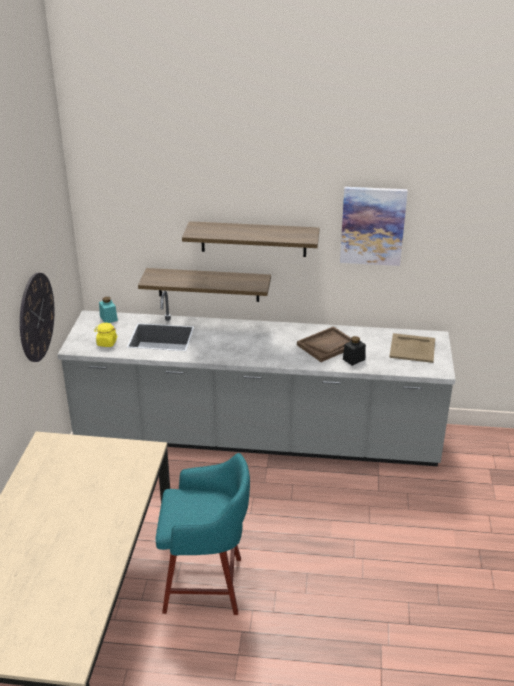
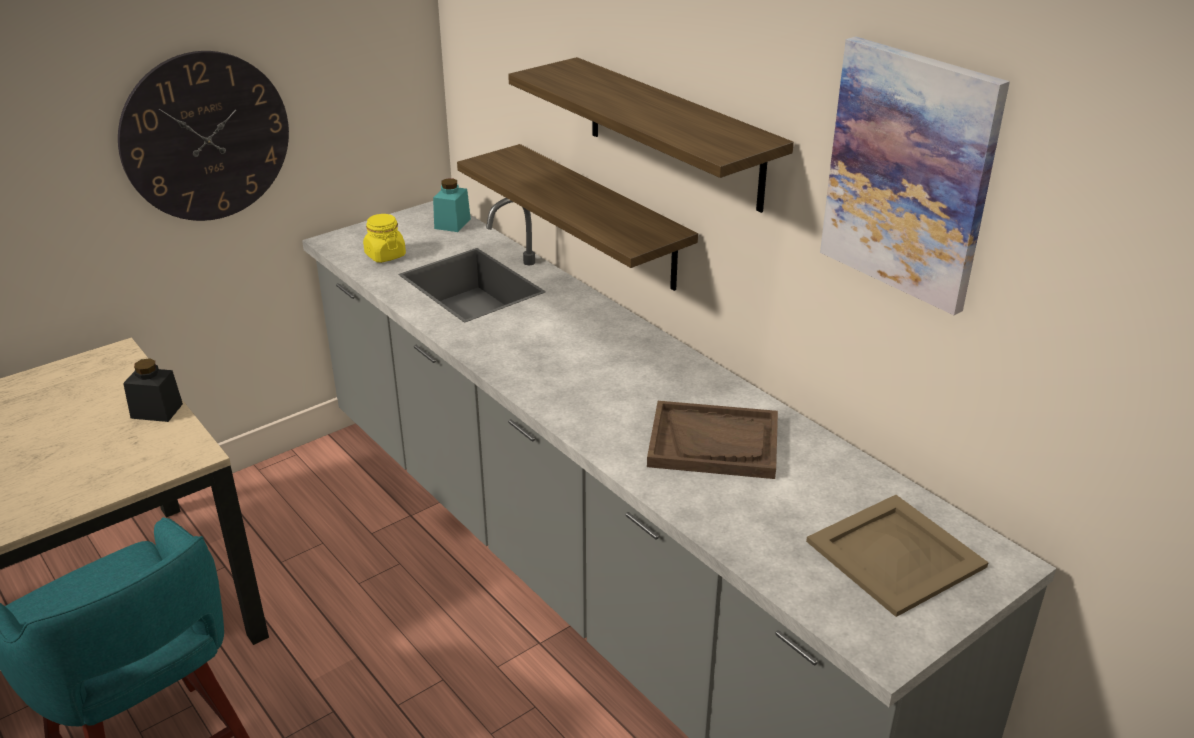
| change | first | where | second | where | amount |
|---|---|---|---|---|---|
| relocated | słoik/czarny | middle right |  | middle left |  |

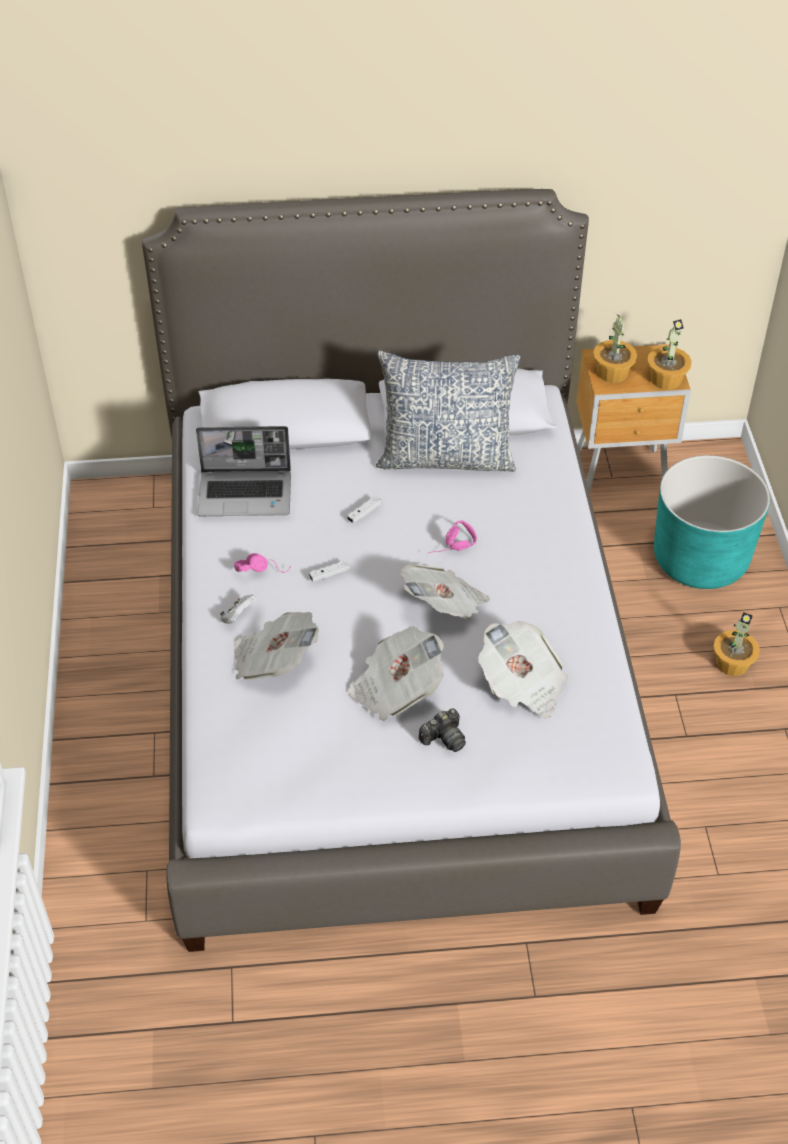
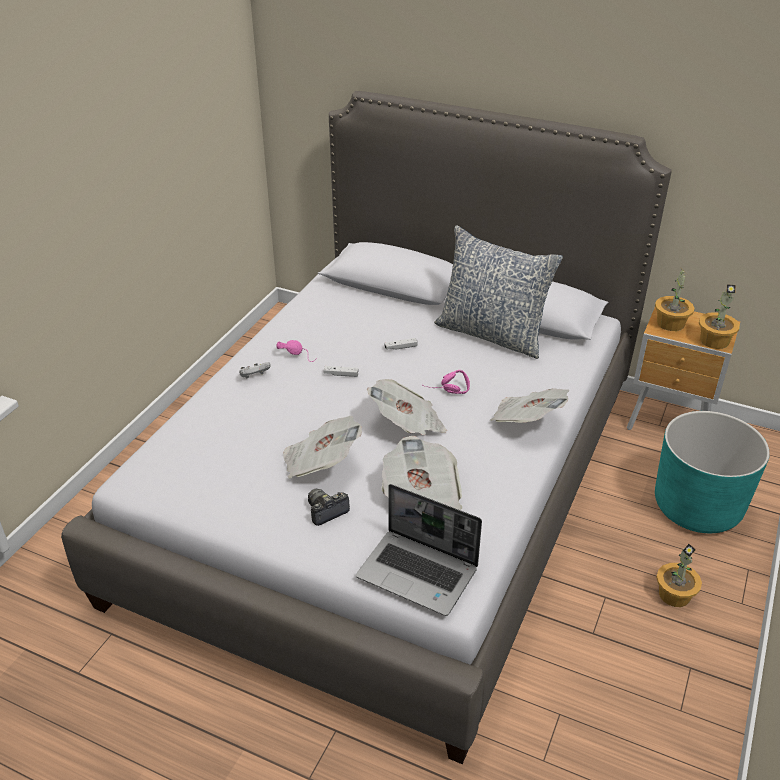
| change | first | where | second | where | amount |
|---|---|---|---|---|---|
| relocated | laptop | middle left |  | bottom centre |  |
| relocated | gazeta (no. 1 from left in the first image) | centre | gazeta (no. 4 from left) | middle right |  |
| spun | aparat fotograficzny | centre |  | centre | 150 degrees clockwise |

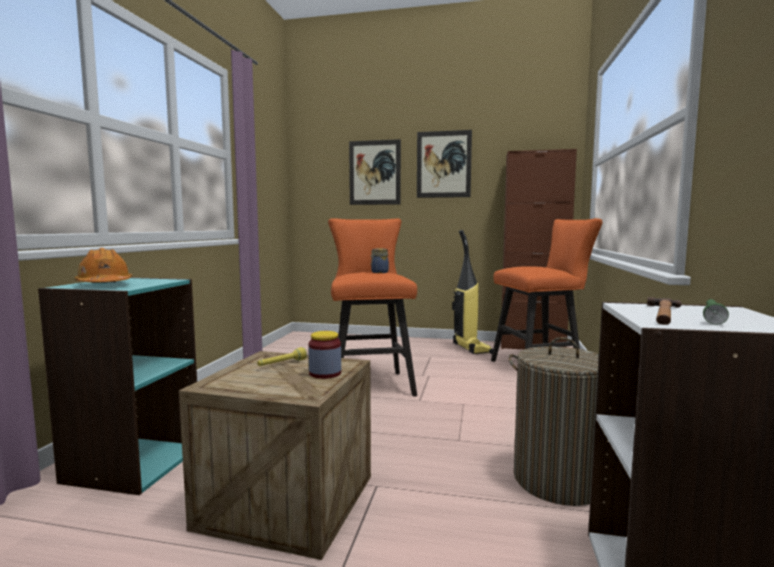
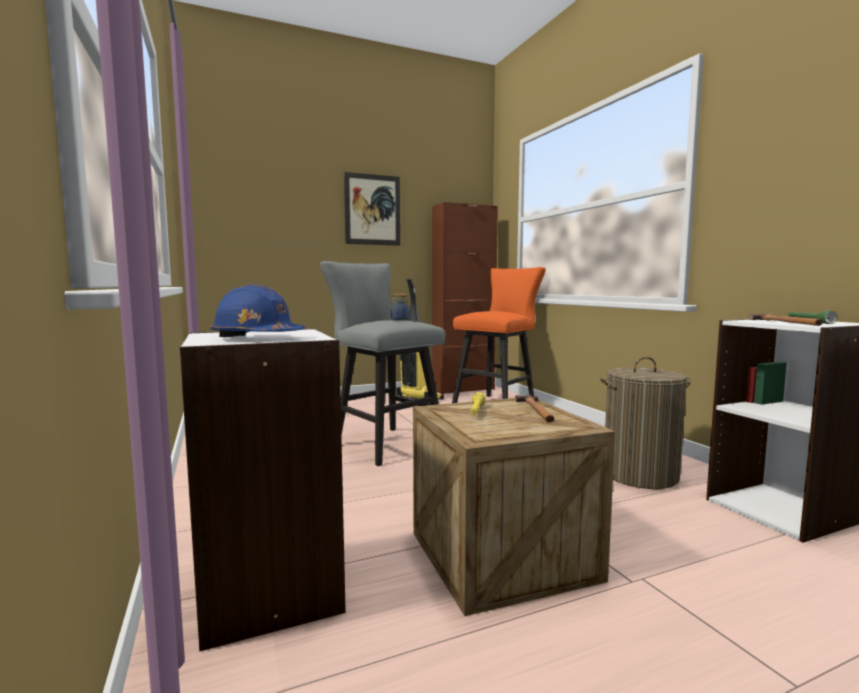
| change | first | where | second | where | amount |
|---|---|---|---|---|---|
| missing | obraz (no. 1 from left) | top centre |  |  |  |
| exchanged | słoik (no. 1 from left) | centre | młotek (no. 1 from left) | centre |  |
| colour | regał/turkusowy | bottom left | regał/biały (no. 1 from left) | bottom left |  |
| colour | kask/pomarańczowy | middle left | kask/niebieski | middle left |  |
| colour | stołek/pomarańczowy (no. 1 from left) | centre | stołek/szary | centre |  |

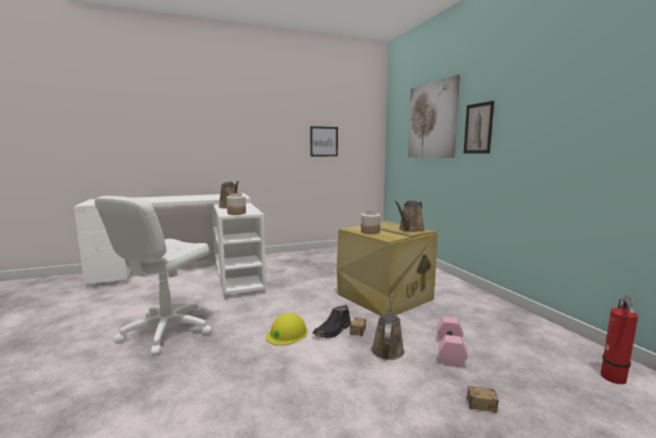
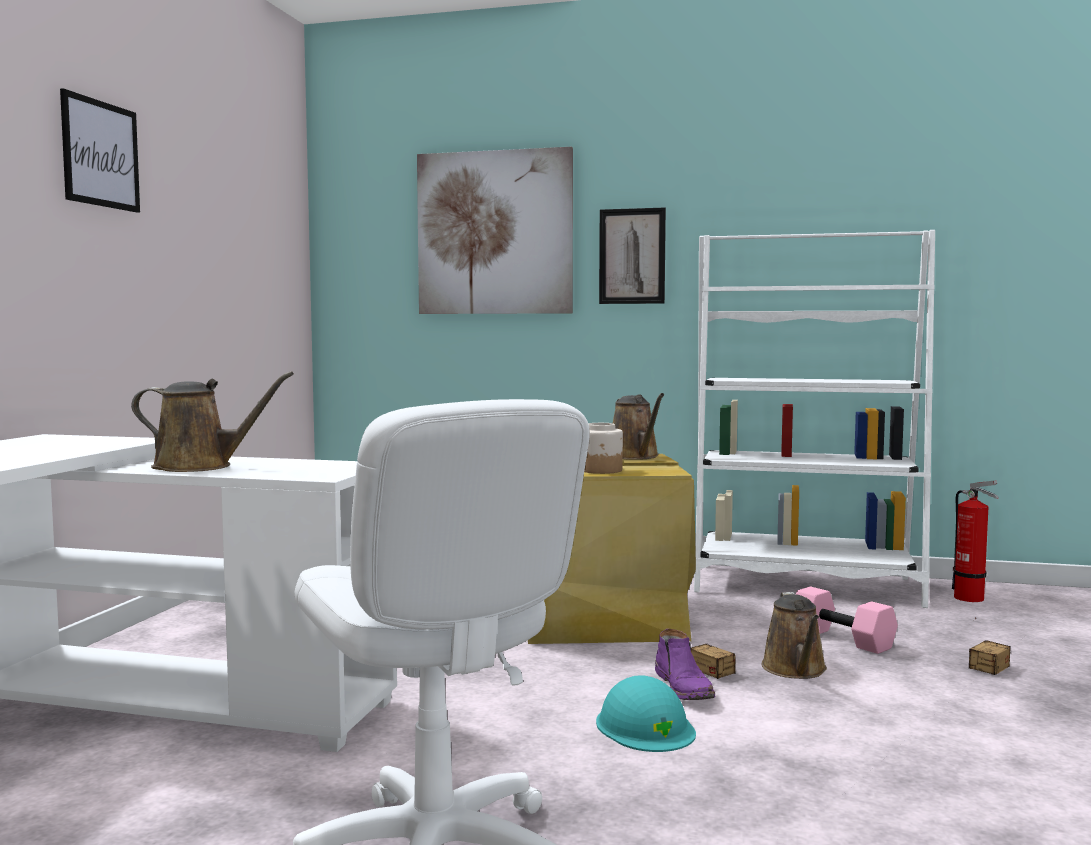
| change | first | where | second | where | amount |
|---|---|---|---|---|---|
| missing | słoik (no. 1 from left) | centre |  |  |  |
| appeared |  |  | regał/biały | middle right |  |
| relocated | obraz (no. 1 from left) | top centre |  | top left |  |
| colour | kask/żółty | bottom centre | kask/turkusowy | bottom centre |  |
| colour | but z cholewką/czarny | bottom centre | but z cholewką/fioletowy | bottom centre |  |
| spun | konewka/brązowy (no. 2 from left in the first image) | bottom centre | konewka/brązowy (no. 3 from left) | bottom right | 135 degrees counterclockwise |

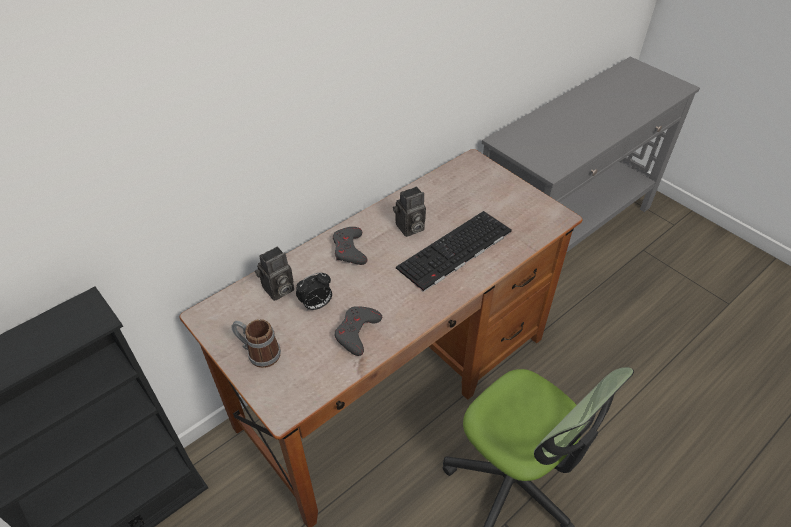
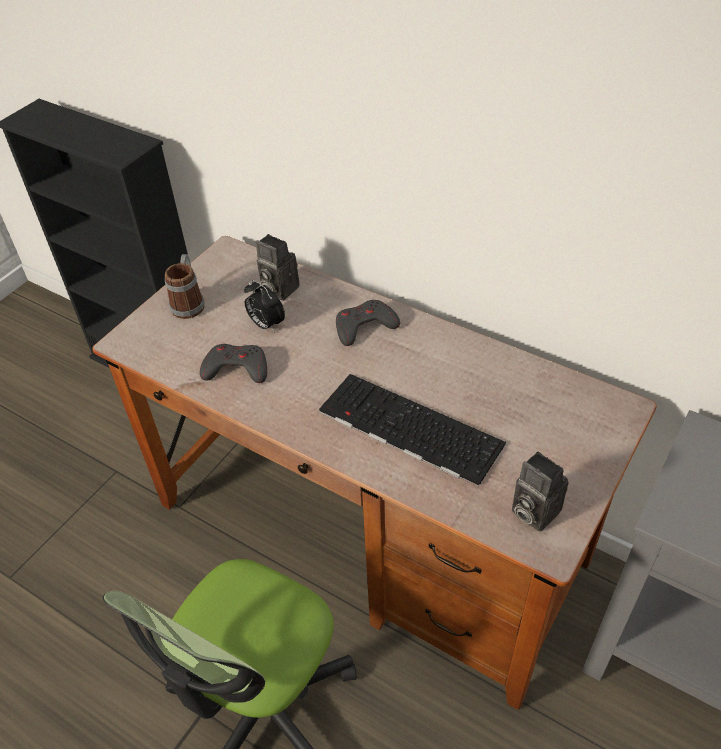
| change | first | where | second | where | amount |
|---|---|---|---|---|---|
| relocated | aparat fotograficzny (no. 2 from left) | centre |  | middle right |  |

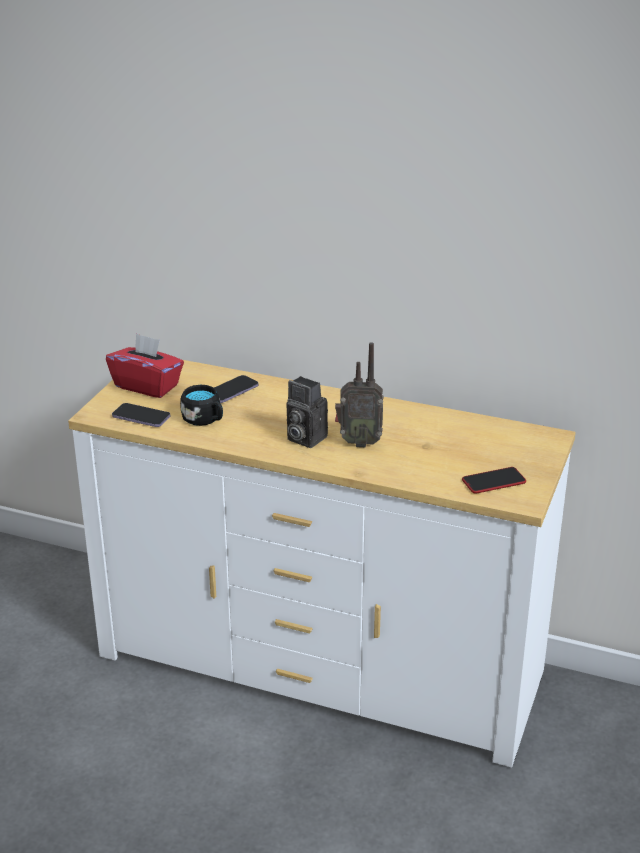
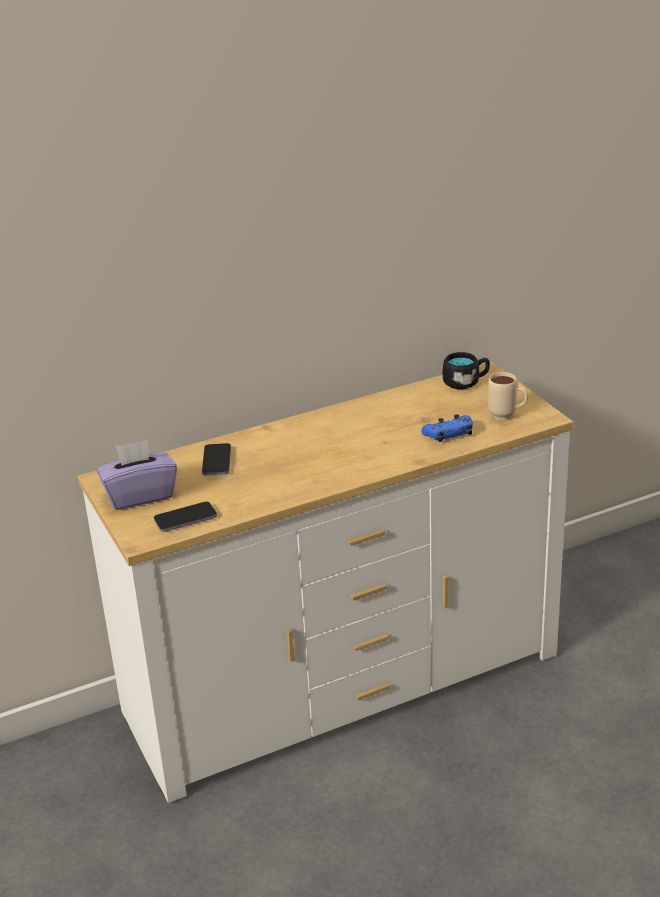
| change | first | where | second | where | amount |
|---|---|---|---|---|---|
| missing | aparat fotograficzny | centre |  |  |  |
| missing | radio | centre |  |  |  |
| appeared |  |  | pad do gier/niebieski | middle right |  |
| relocated | kubek/czarny | middle left |  | middle right |  |
| exchanged | telefon (no. 3 from left) | middle right | kubek/beżowy | middle right |  |
| colour | pudełko chusteczek/czerwony | middle left | pudełko chusteczek/fioletowy | middle left |  |

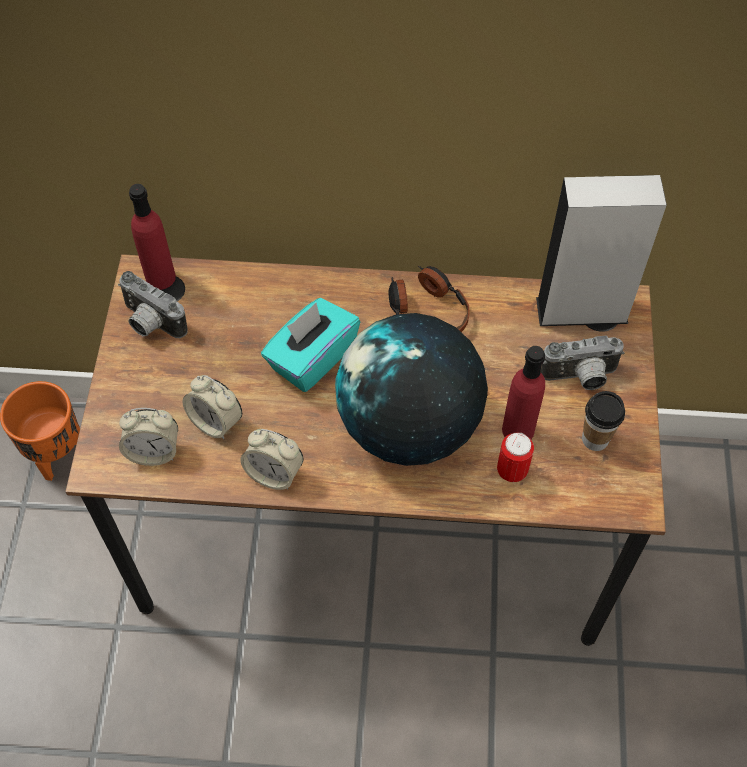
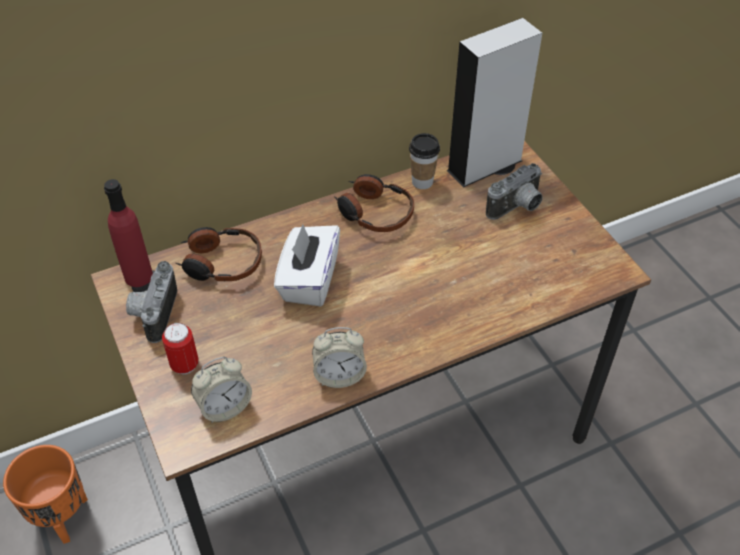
| change | first | where | second | where | amount |
|---|---|---|---|---|---|
| missing | budzik (no. 2 from left) | middle left |  |  |  |
| missing | globus | centre |  |  |  |
| missing | butelka/czerwony (no. 2 from left) | middle right |  |  |  |
| appeared |  |  | słuchawki (no. 1 from left) | middle left |  |
| relocated | puszka | middle right |  | middle left |  |
| relocated | filiżanka | middle right |  | top centre |  |
| colour | pudełko chusteczek/turkusowy | centre | pudełko chusteczek/biały | centre |  |
| spun | aparat fotograficzny (no. 1 from left) | middle left |  | middle left | 90 degrees clockwise |

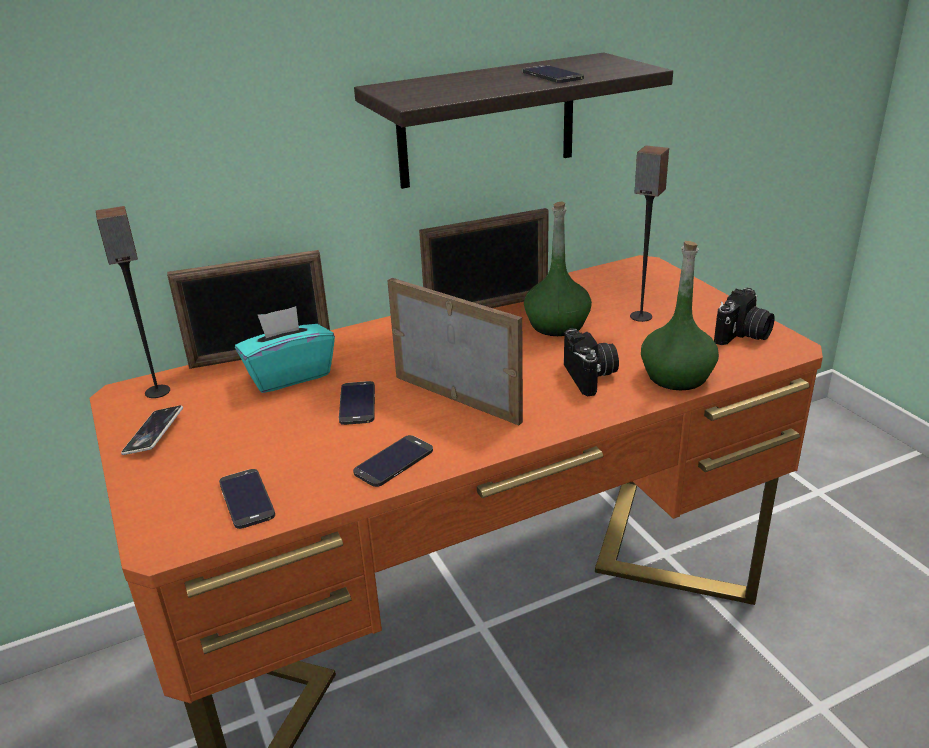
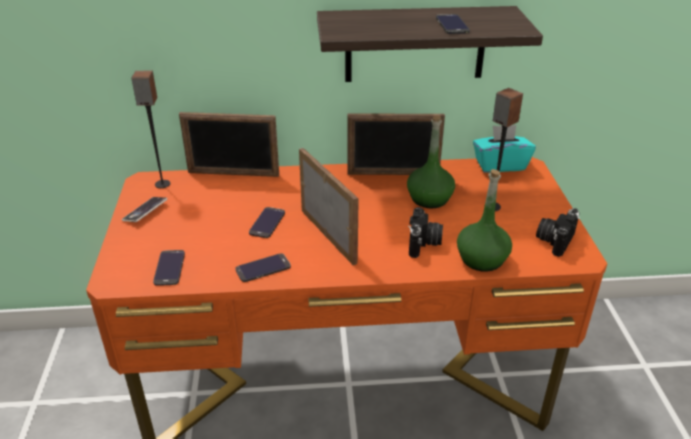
| change | first | where | second | where | amount |
|---|---|---|---|---|---|
| relocated | pudełko chusteczek/turkusowy | middle left |  | middle right |  |
| spun | aparat fotograficzny (no. 2 from left) | middle right |  | middle right | 150 degrees clockwise |

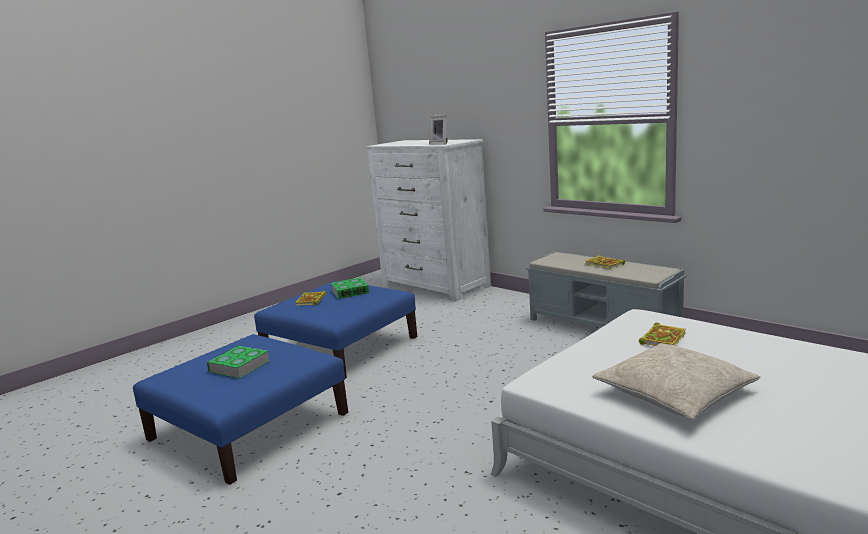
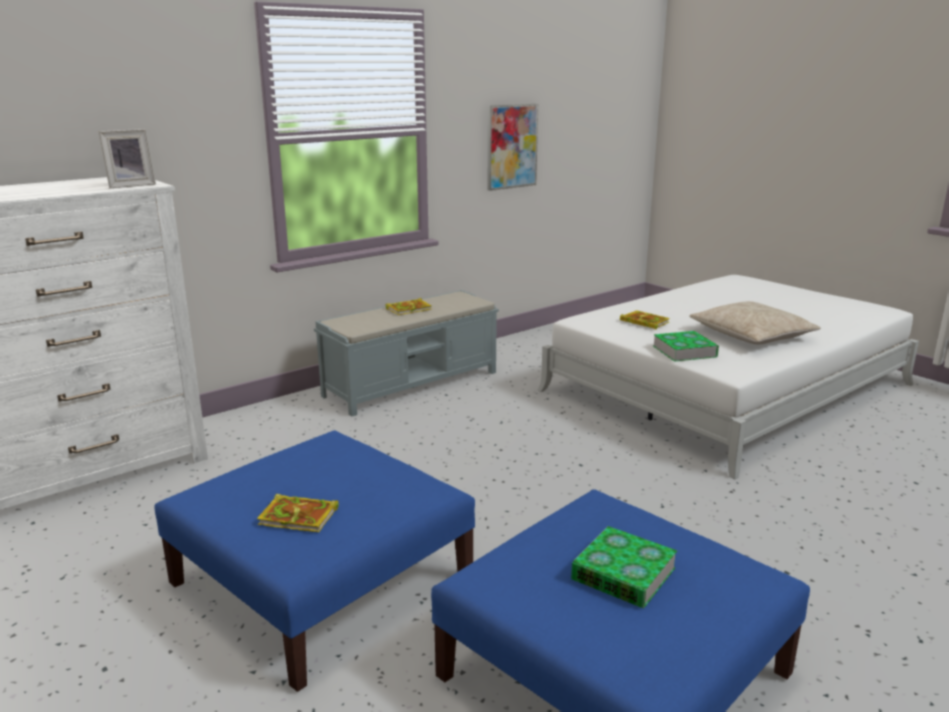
| change | first | where | second | where | amount |
|---|---|---|---|---|---|
| appeared |  |  | obraz | top centre |  |
| relocated | książka (no. 3 from left in the first image) | centre | książka (no. 5 from left) | middle right |  |

